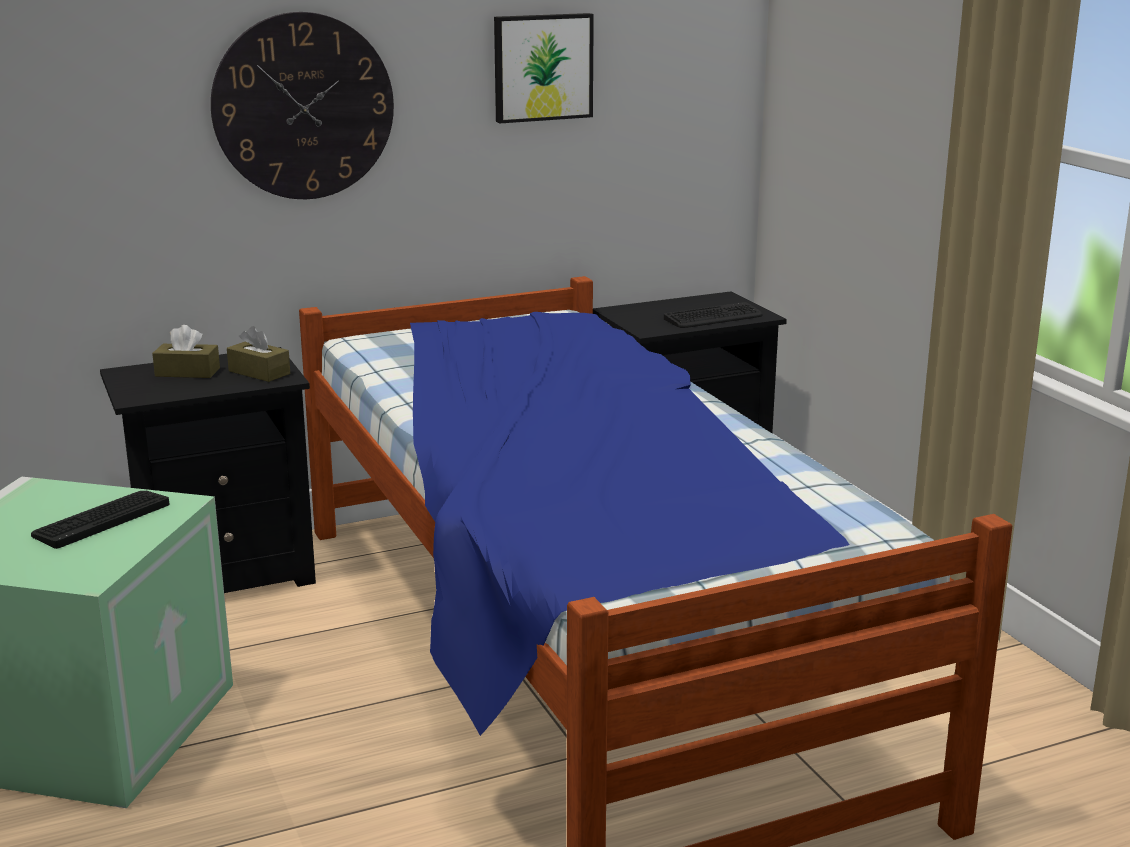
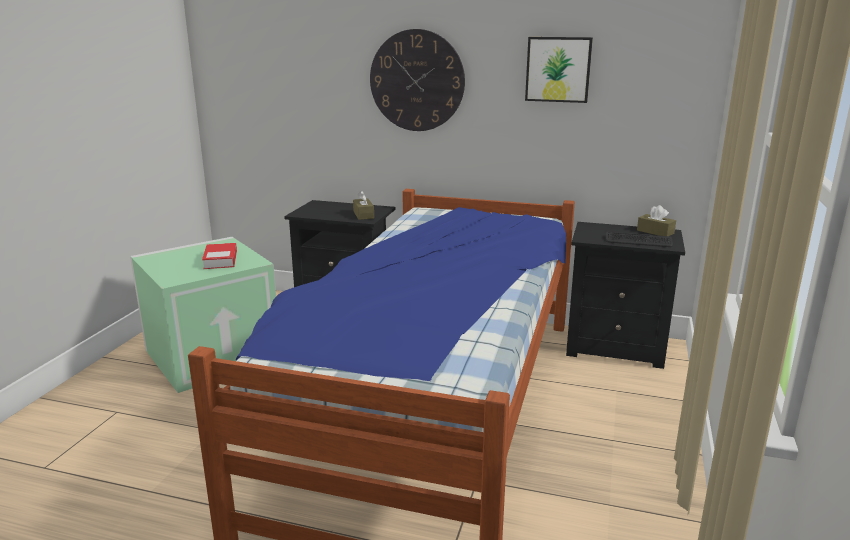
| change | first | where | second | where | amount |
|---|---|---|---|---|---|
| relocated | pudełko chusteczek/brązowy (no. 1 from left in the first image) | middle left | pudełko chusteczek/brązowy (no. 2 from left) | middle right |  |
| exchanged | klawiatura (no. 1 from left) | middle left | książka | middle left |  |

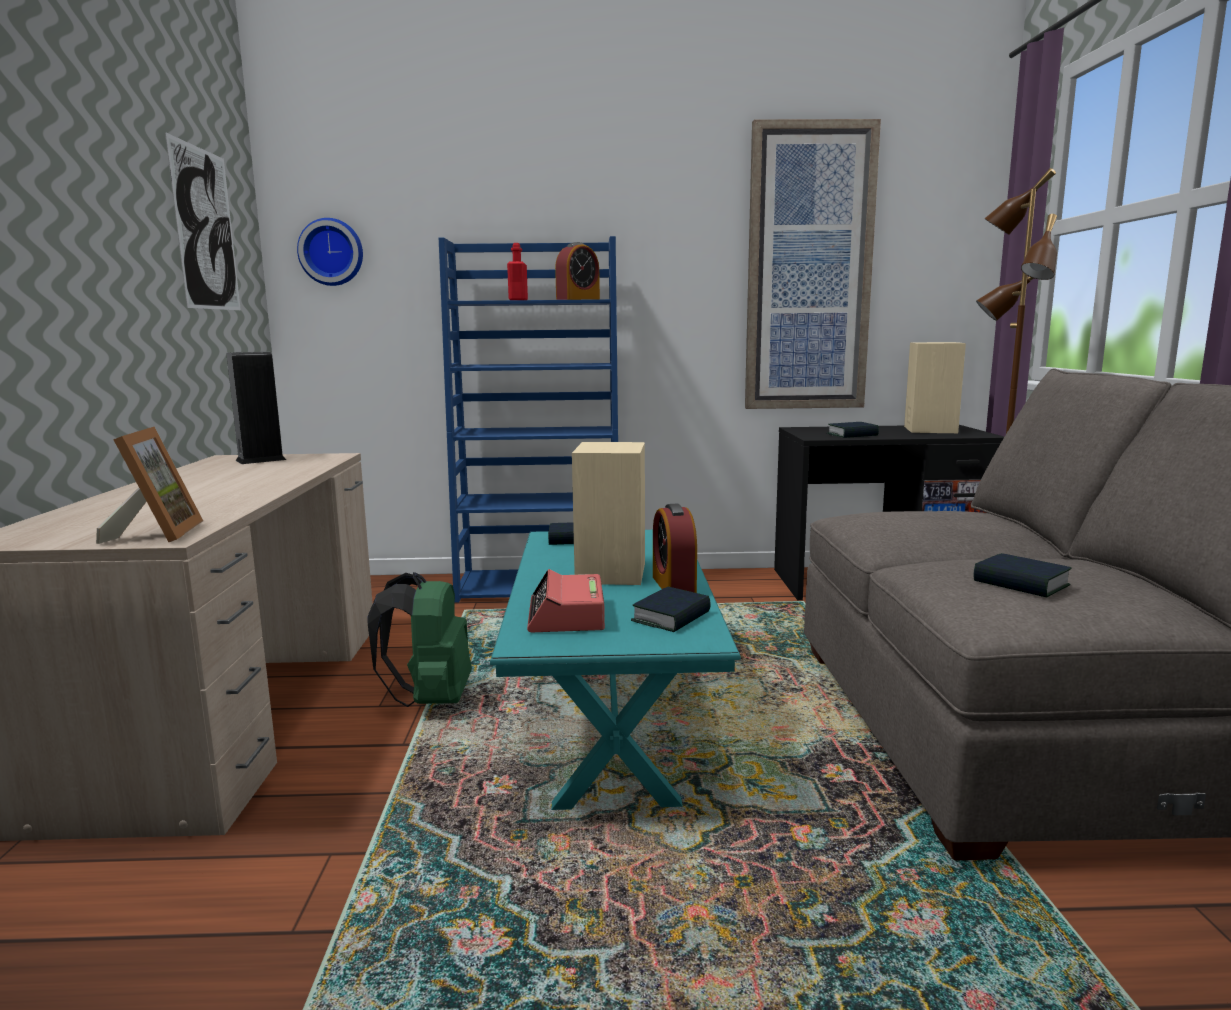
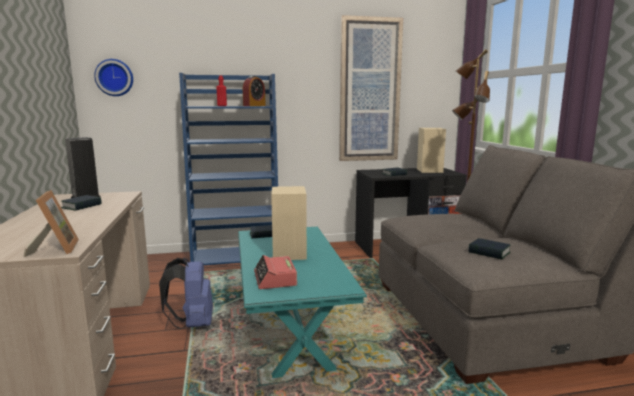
| change | first | where | second | where | amount |
|---|---|---|---|---|---|
| missing | obraz (no. 1 from left) | top left |  |  |  |
| missing | budzik (no. 3 from left) | centre |  |  |  |
| relocated | książka (no. 2 from left in the first image) | centre | książka (no. 1 from left) | middle left |  |
| colour | plecak/zielony | centre | plecak/niebieski | bottom left |  |

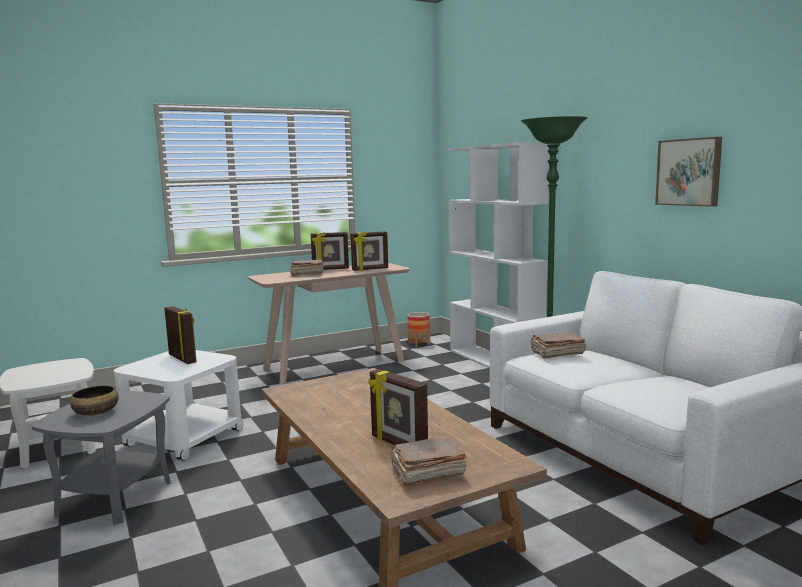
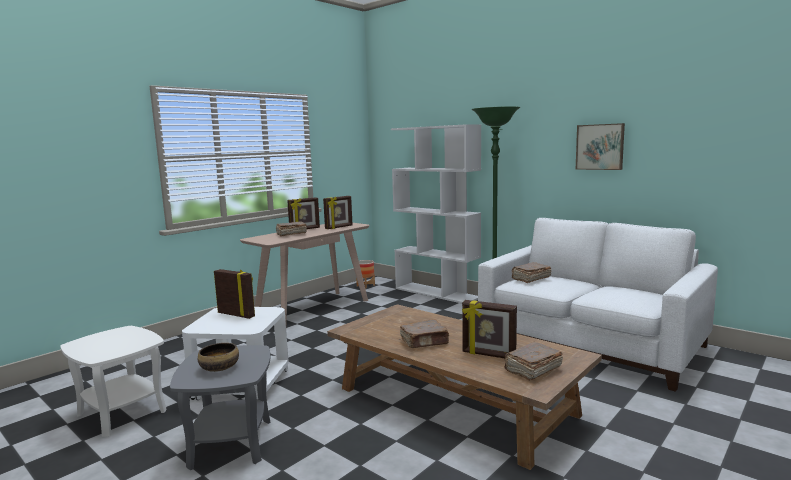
| change | first | where | second | where | amount |
|---|---|---|---|---|---|
| appeared |  |  | książka/brązowy (no. 2 from left) | bottom centre |  |

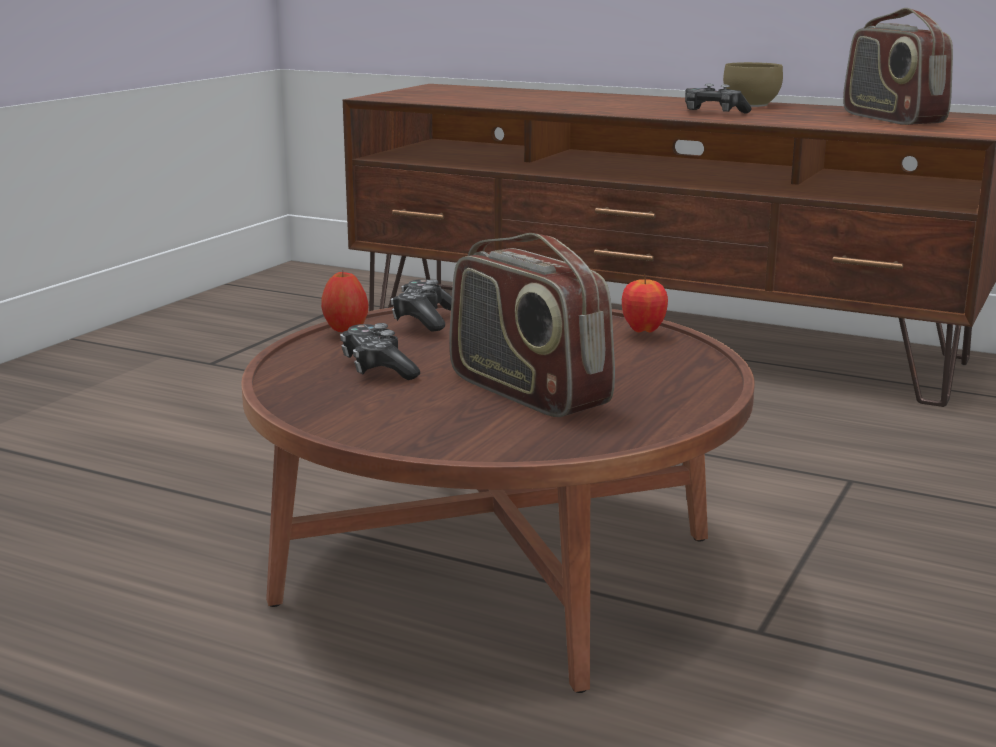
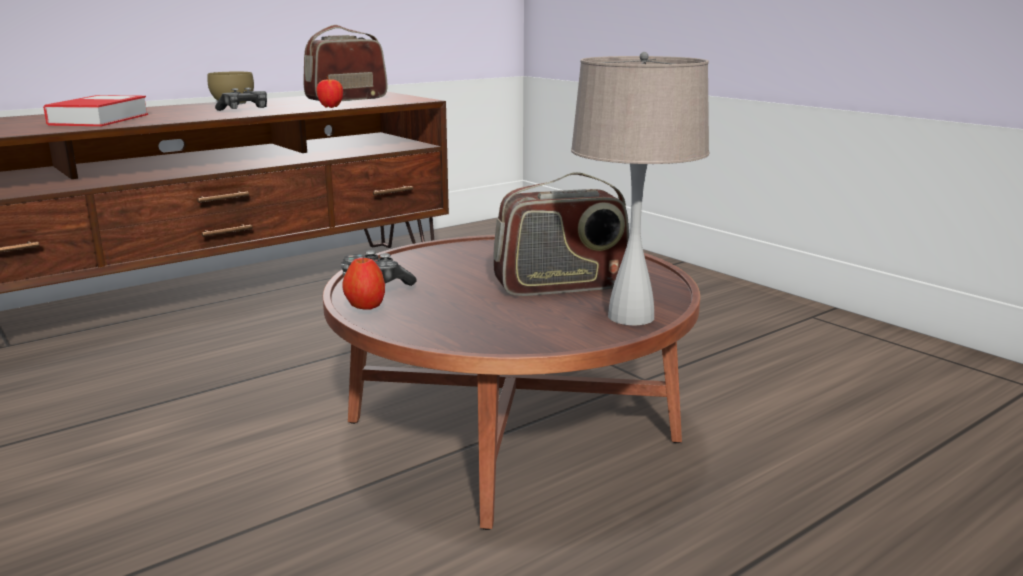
| change | first | where | second | where | amount |
|---|---|---|---|---|---|
| missing | pad do gier (no. 1 from left) | centre |  |  |  |
| appeared |  |  | książka | top left |  |
| appeared |  |  | lampa stołowa/beżowy | top centre |  |
| relocated | jabłko (no. 2 from left in the first image) | centre | jabłko (no. 1 from left) | top left |  |
| spun | radio (no. 2 from left in the first image) | top right | radio (no. 1 from left) | top centre | 135 degrees clockwise |

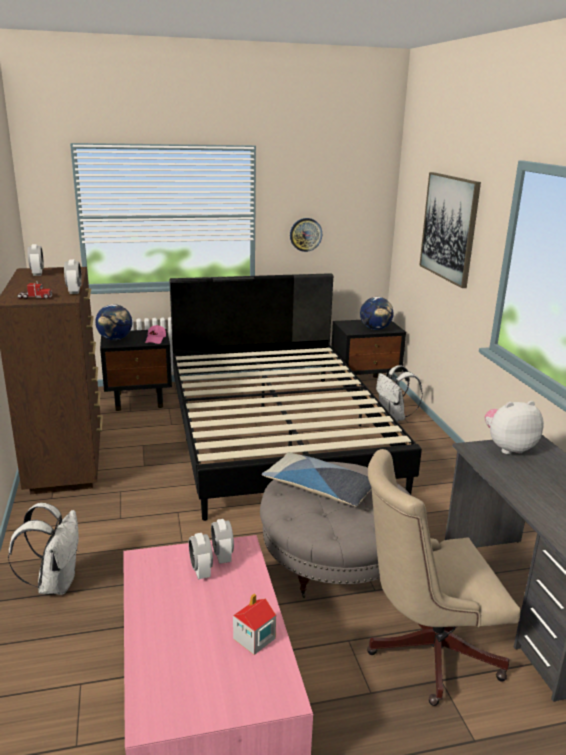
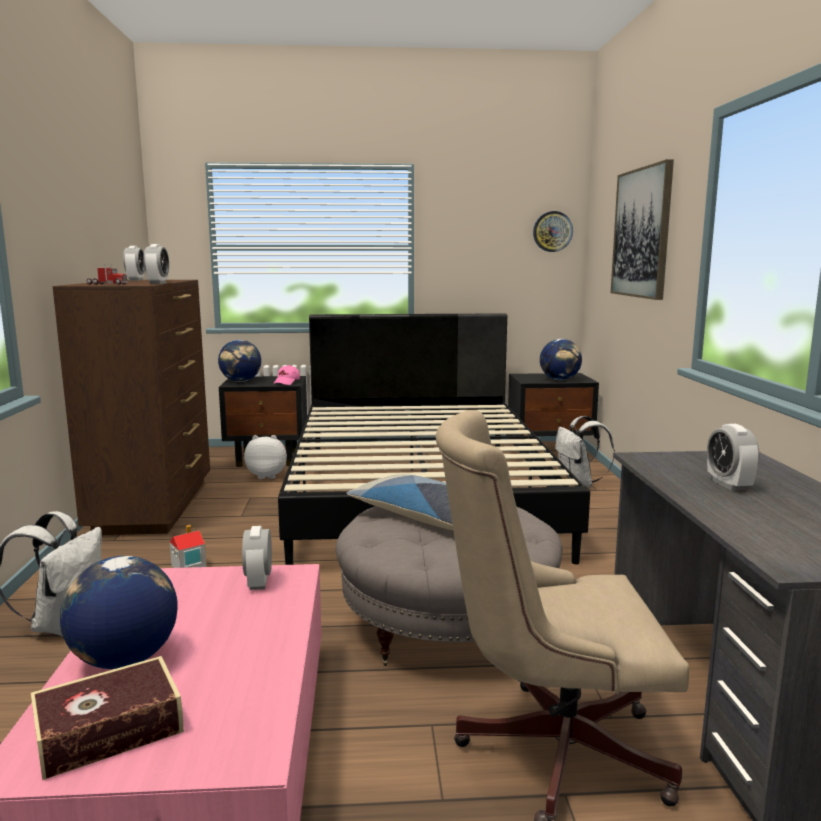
| change | first | where | second | where | amount |
|---|---|---|---|---|---|
| appeared |  |  | książka | bottom left |  |
| appeared |  |  | globus (no. 1 from left) | bottom left |  |
| relocated | budzik (no. 3 from left in the first image) | bottom centre | budzik (no. 4 from left) | middle right |  |
| relocated | domek | bottom centre |  | middle left |  |
| relocated | zegar ścienny | top centre |  | top right |  |
| relocated | pluszak | middle right |  | middle left |  |

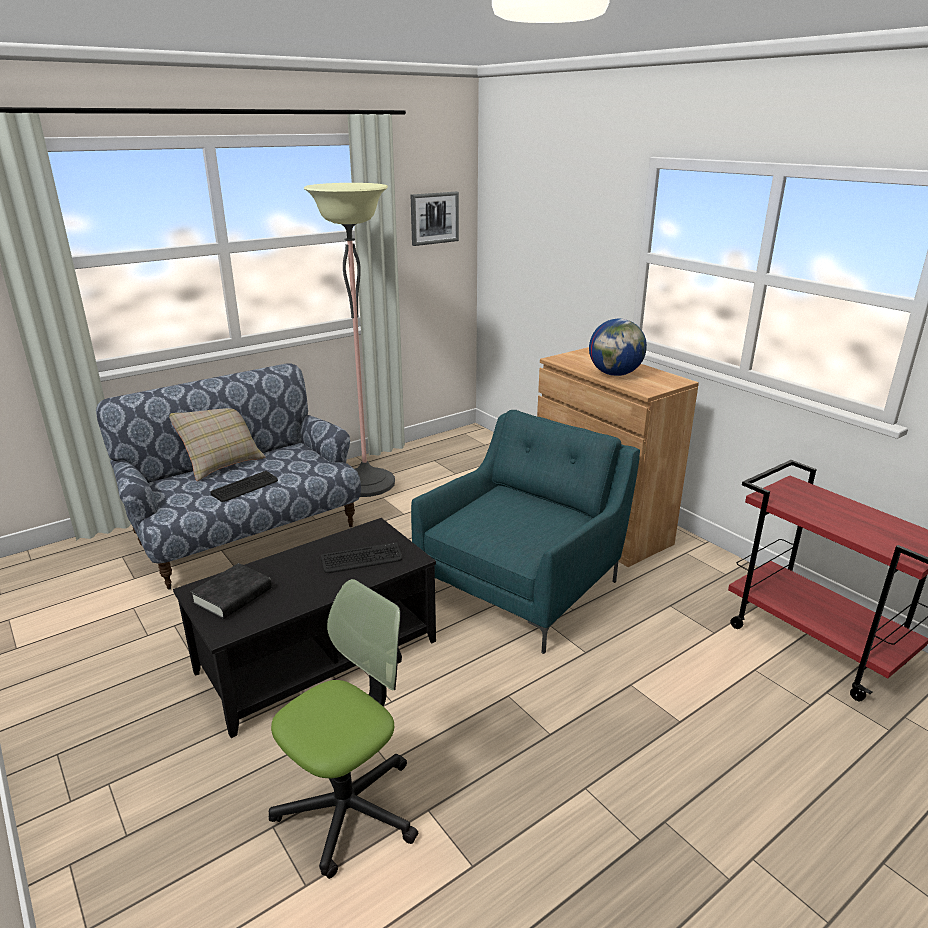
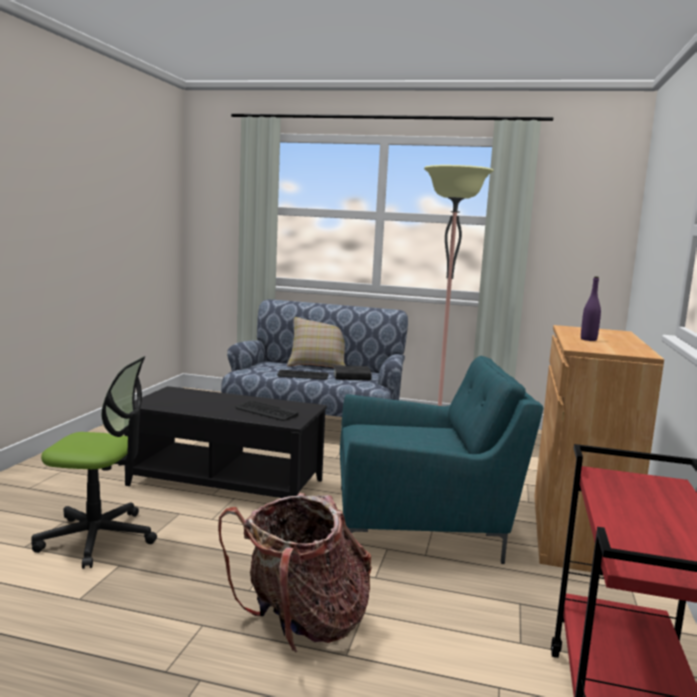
| change | first | where | second | where | amount |
|---|---|---|---|---|---|
| missing | obraz | top centre |  |  |  |
| appeared |  |  | plecak | bottom centre |  |
| relocated | książka/czarny | middle left |  | centre |  |
| exchanged | globus | centre | butelka/fioletowy | middle right |  |

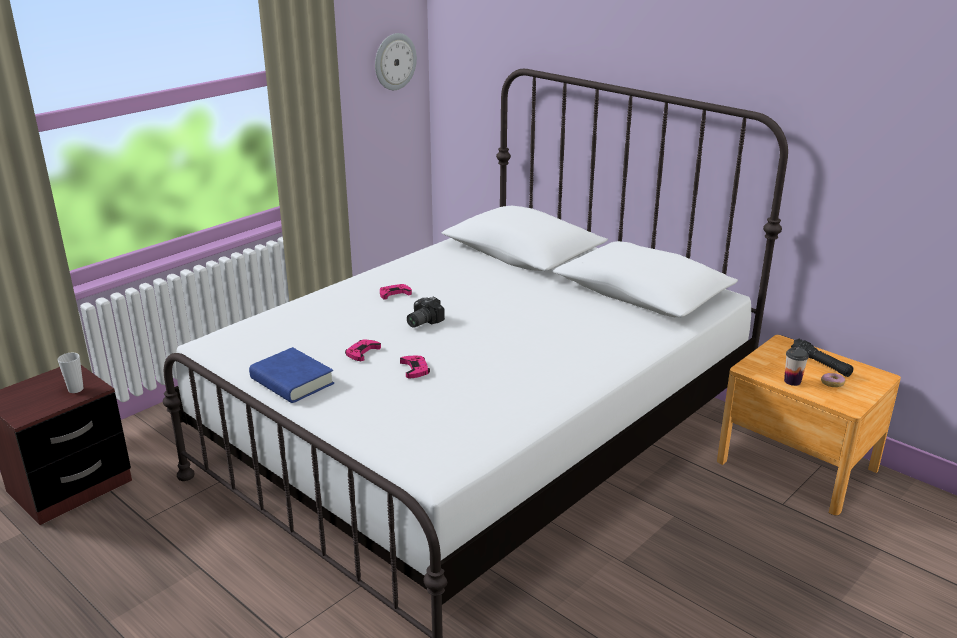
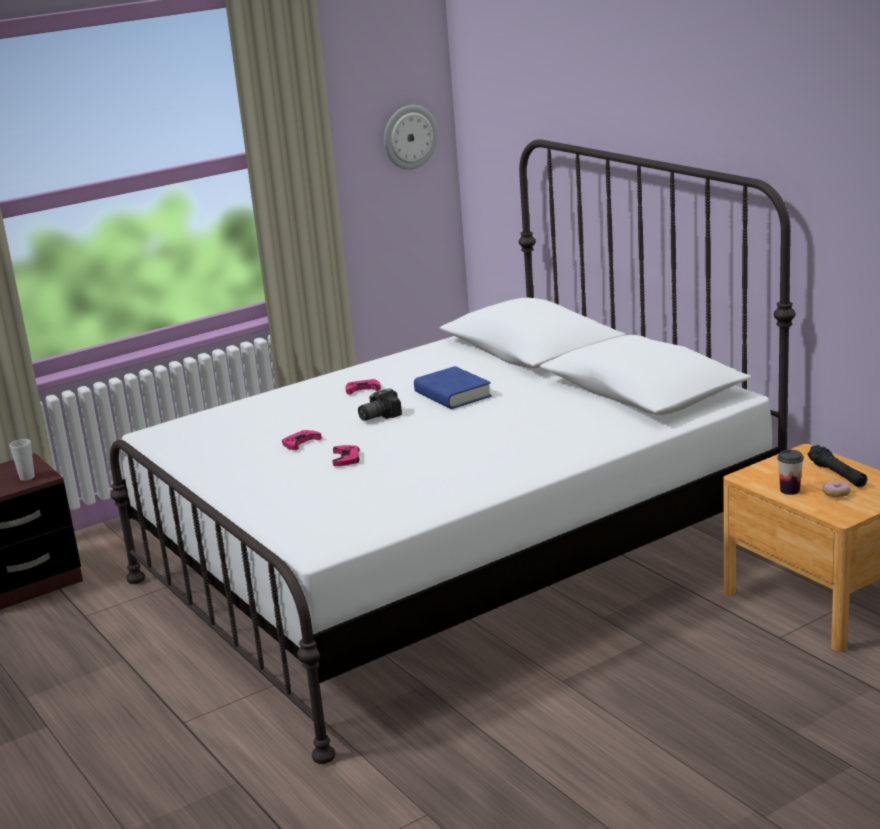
| change | first | where | second | where | amount |
|---|---|---|---|---|---|
| relocated | książka/niebieski | middle left |  | centre |  |

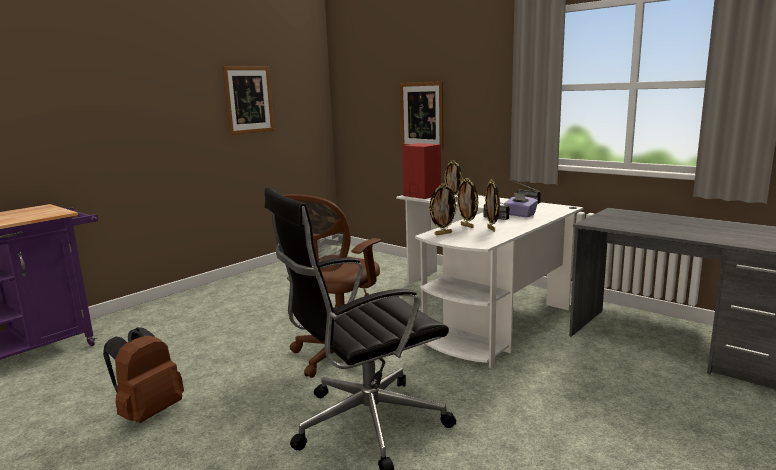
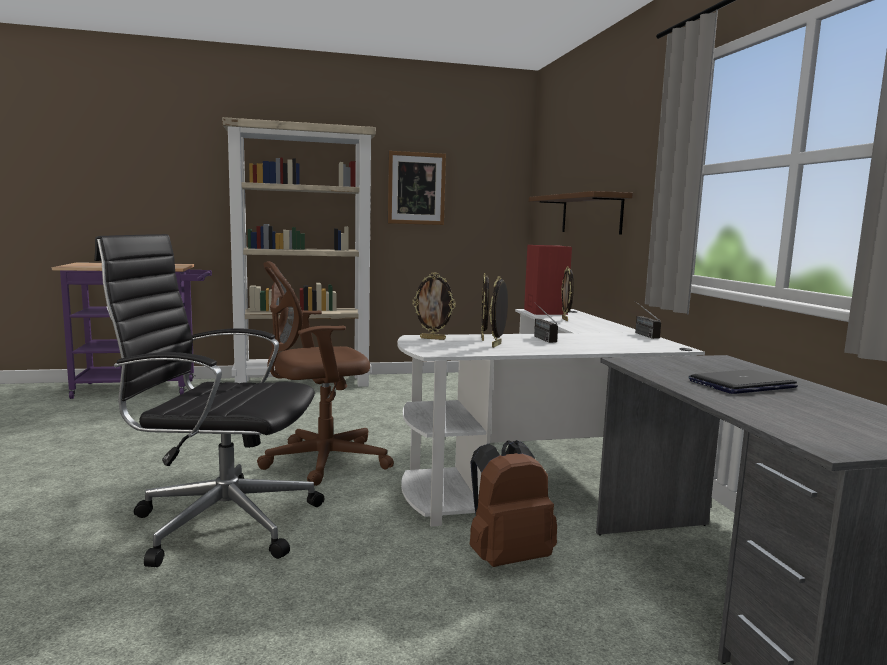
| change | first | where | second | where | amount |
|---|---|---|---|---|---|
| missing | pudełko chusteczek/fioletowy | middle right |  |  |  |
| appeared |  |  | regał/beżowy | centre |  |
| appeared |  |  | laptop | middle right |  |
| relocated | plecak/brązowy | bottom left |  | bottom centre |  |
| exchanged | obraz (no. 2 from left) | top centre | półka/brązowy | top centre |  |

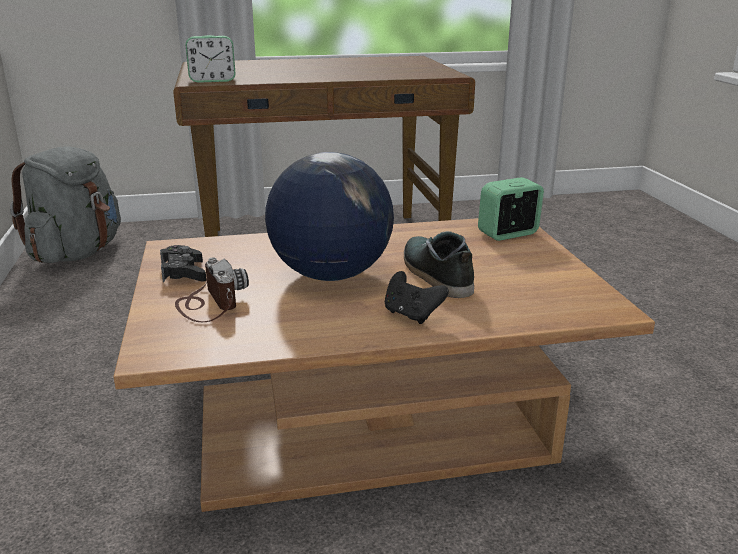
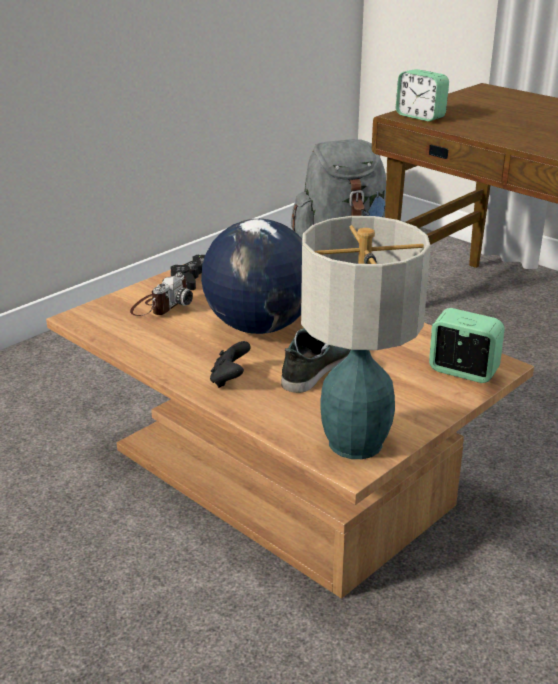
| change | first | where | second | where | amount |
|---|---|---|---|---|---|
| appeared |  |  | lampa stołowa | centre |  |

